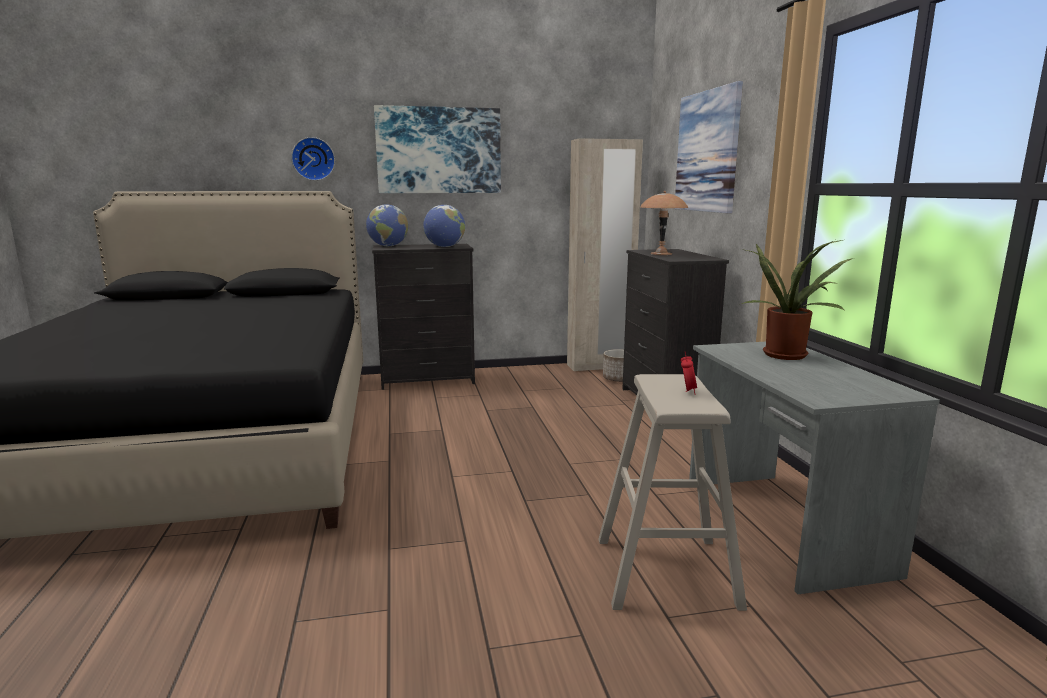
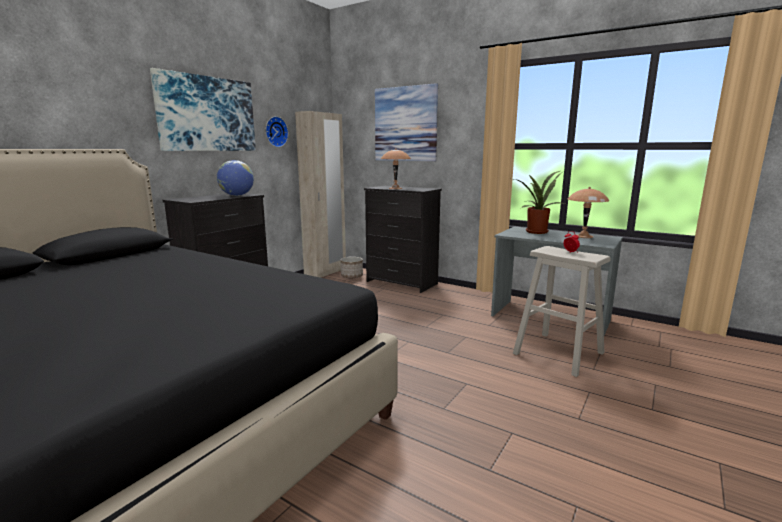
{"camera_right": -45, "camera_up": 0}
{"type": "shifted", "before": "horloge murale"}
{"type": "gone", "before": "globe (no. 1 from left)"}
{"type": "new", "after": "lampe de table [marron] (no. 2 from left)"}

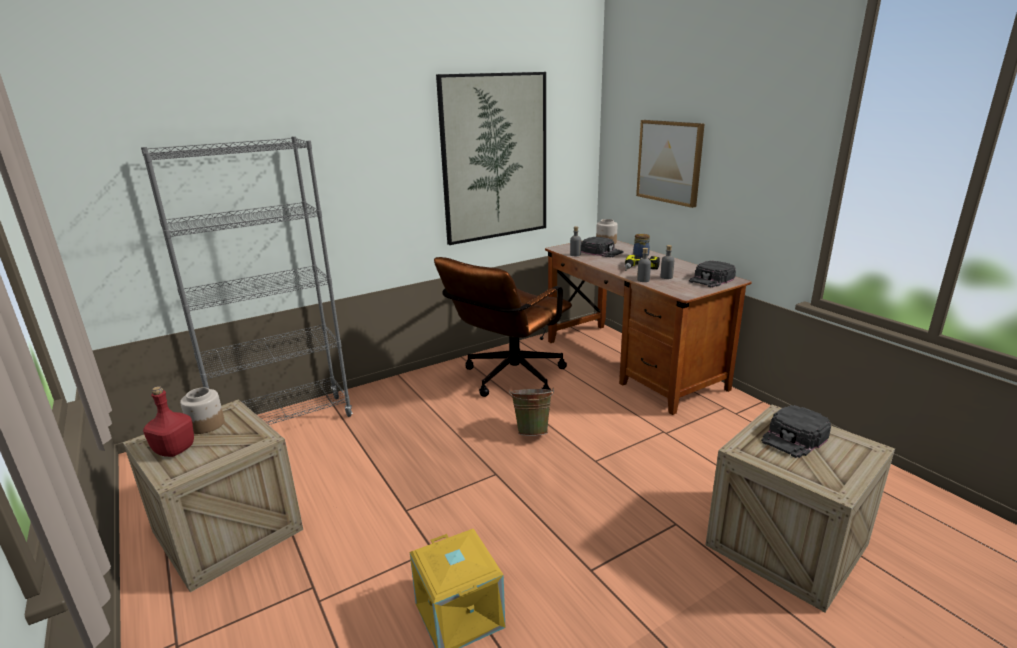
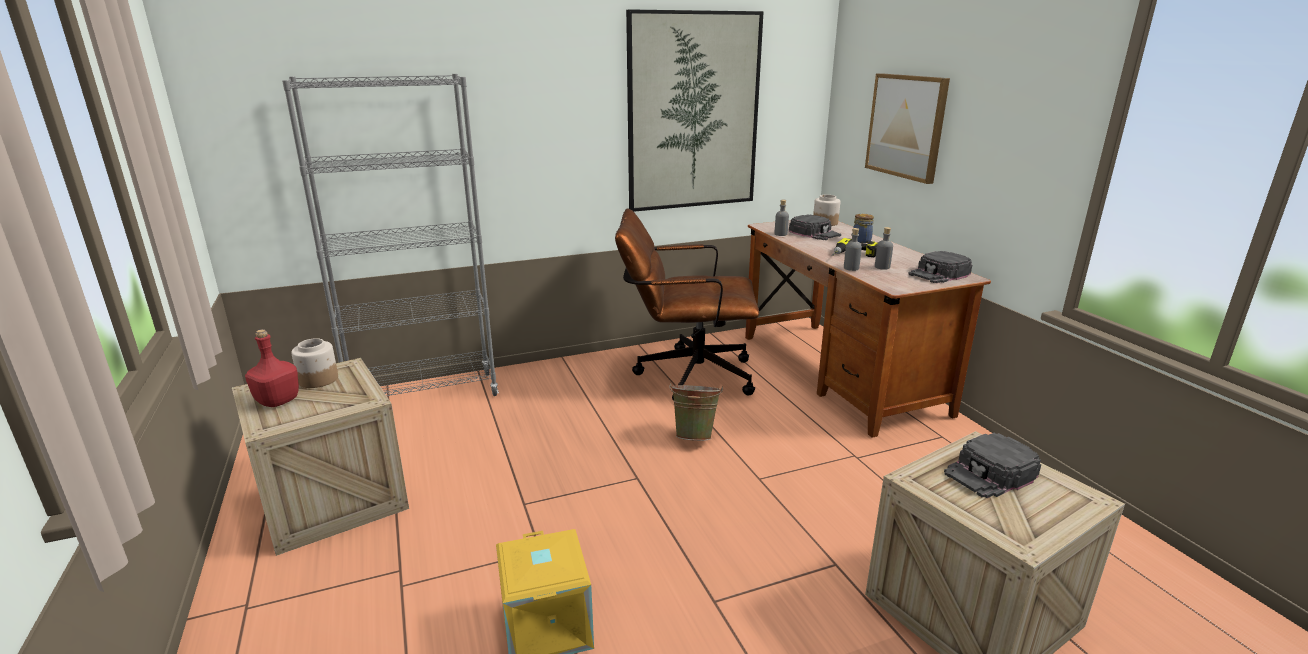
{"camera_right": 10, "camera_up": 0}
{"type": "rotated", "before": "chaise de bureau [marron]", "turn": 45}

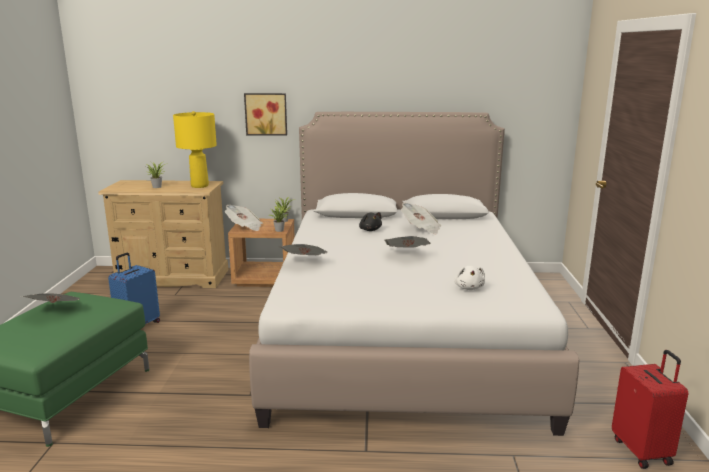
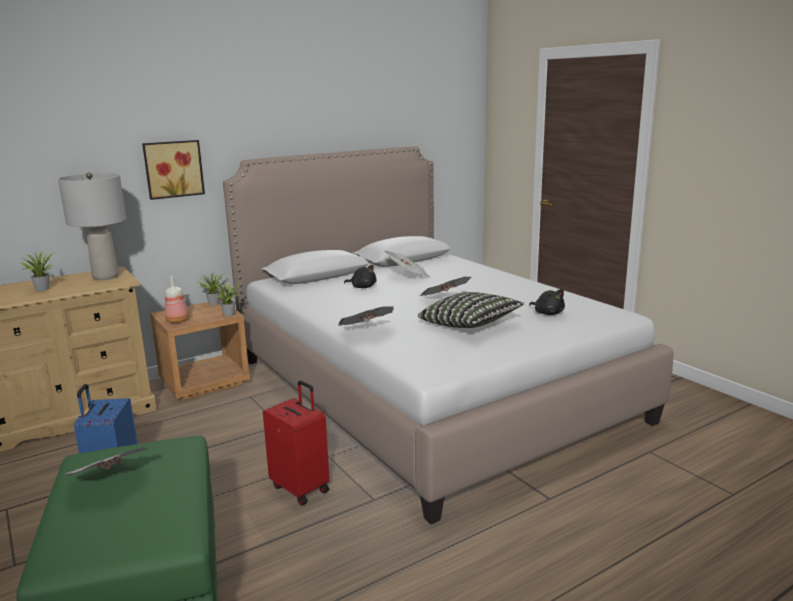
{"camera_right": -35, "camera_up": 0}
{"type": "repainted", "before": "lampe de table [jaune]", "after": "lampe de table [gris]"}
{"type": "swapped", "before": "journal (no. 2 from left)", "after": "bouteille"}
{"type": "repainted", "before": "peluche [blanc]", "after": "peluche [noir] (no. 2 from left)"}
{"type": "shifted", "before": "valise [rouge]"}
{"type": "new", "after": "coussin"}

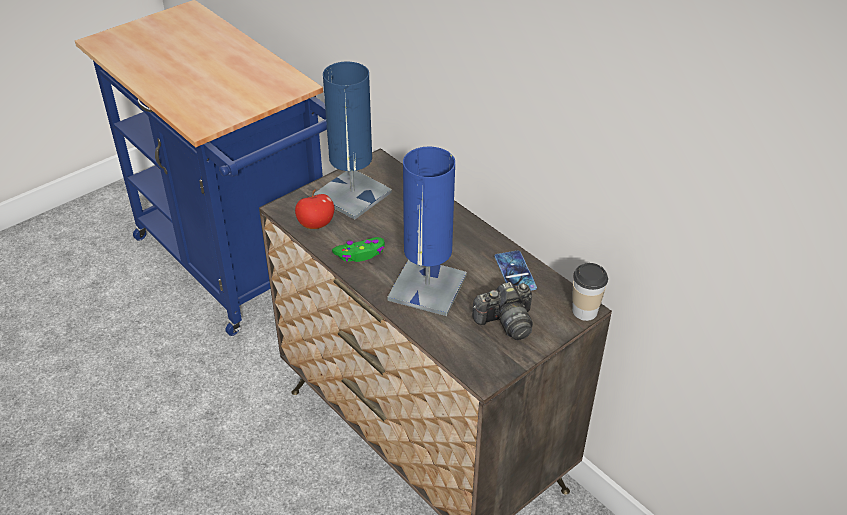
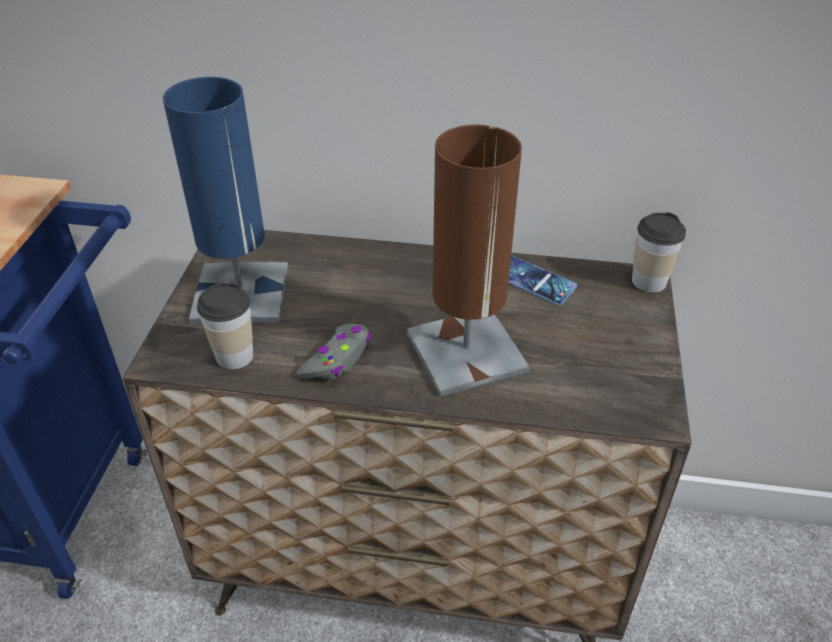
{"camera_right": -40, "camera_up": 0}
{"type": "repainted", "before": "lampe de table [bleu] (no. 2 from left)", "after": "lampe de table [marron]"}
{"type": "swapped", "before": "pomme", "after": "tasse (no. 1 from left)"}
{"type": "repainted", "before": "manette [vert]", "after": "manette [gris]"}
{"type": "gone", "before": "appareil photo"}

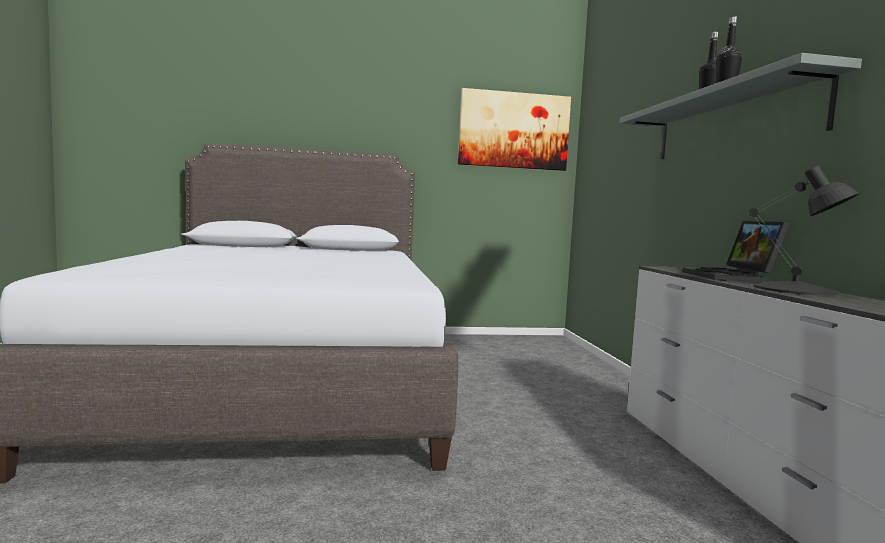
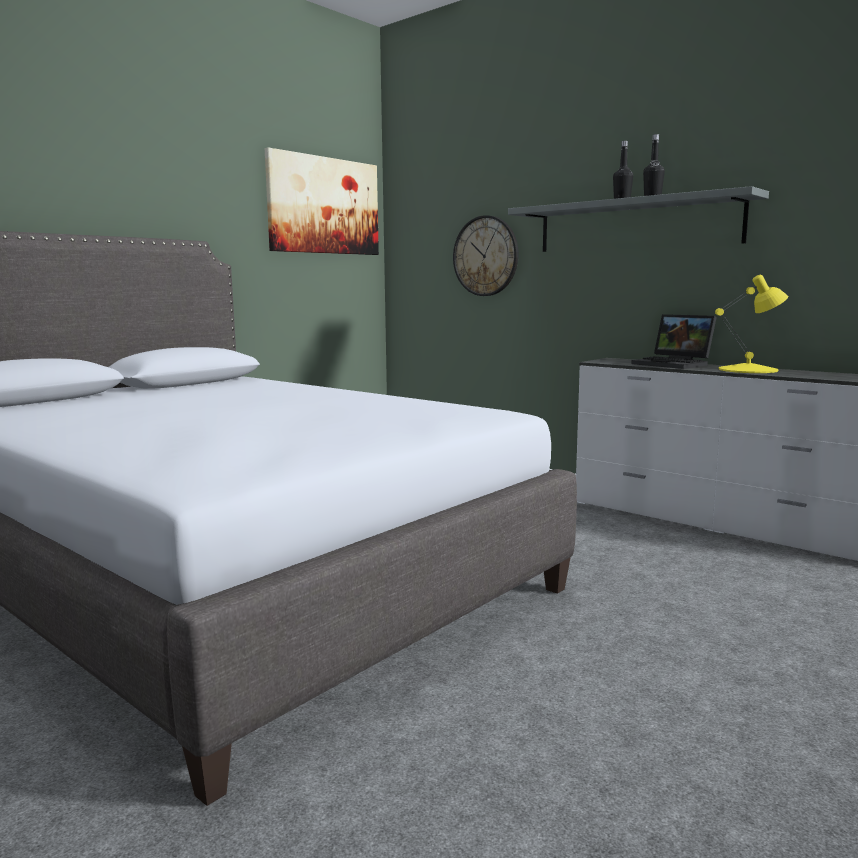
{"camera_right": -40, "camera_up": 5}
{"type": "repainted", "before": "lampe de table [noir]", "after": "lampe de table [jaune]"}
{"type": "new", "after": "horloge murale"}

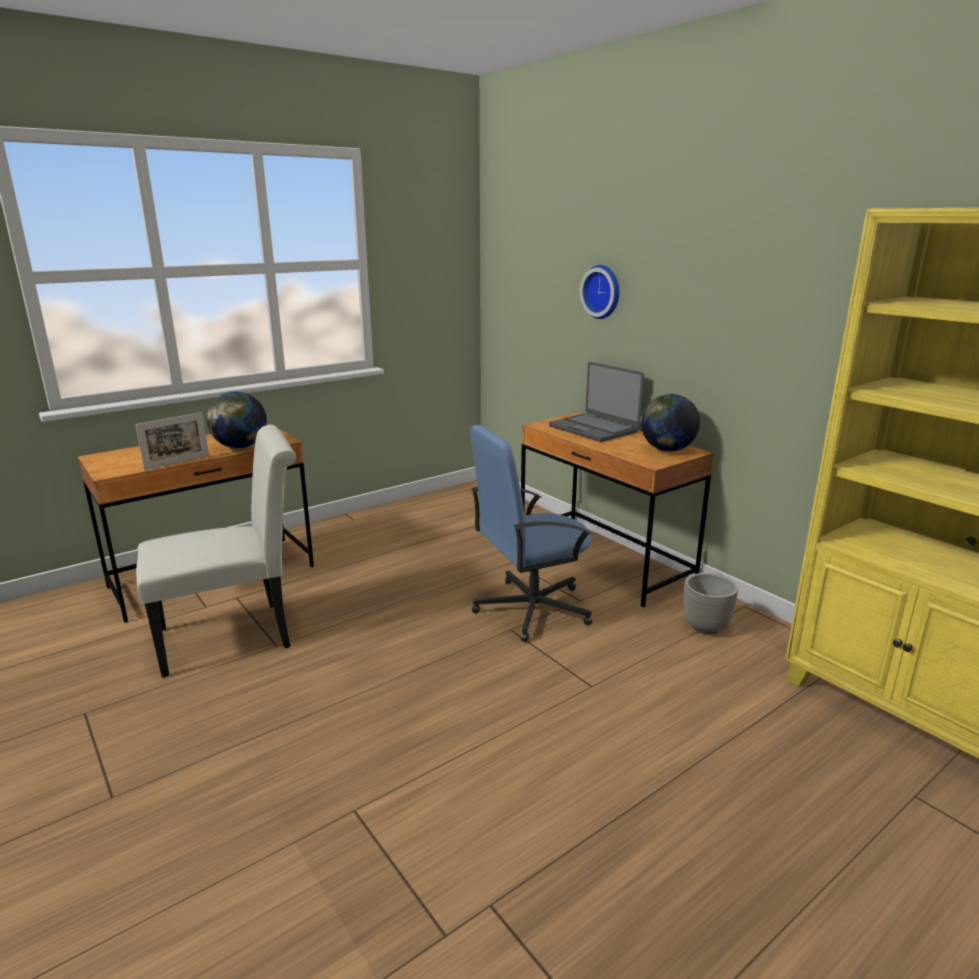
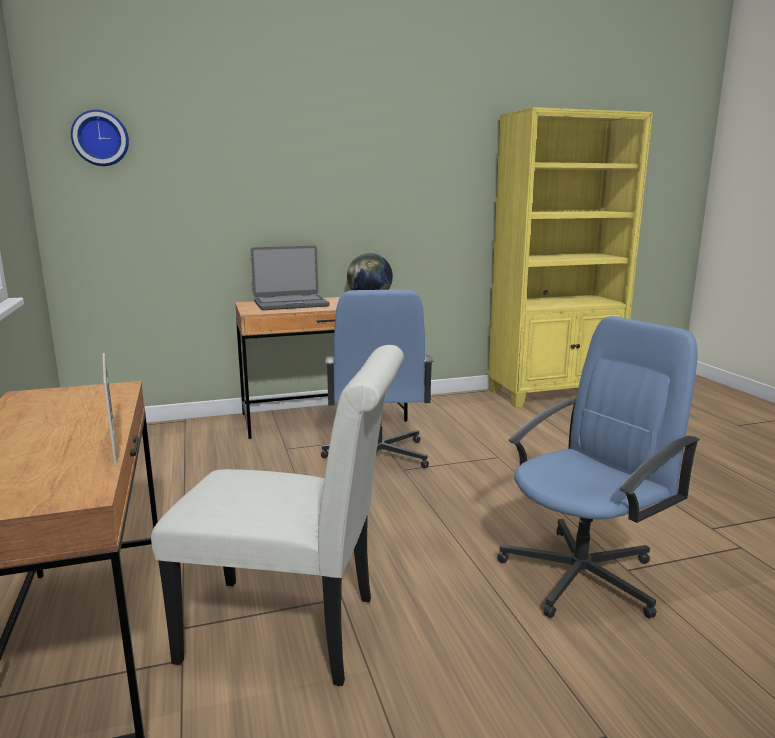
{"camera_right": -70, "camera_up": -5}
{"type": "shifted", "before": "horloge murale"}
{"type": "gone", "before": "globe (no. 1 from left)"}
{"type": "rotated", "before": "chaise [blanc]", "turn": 105}
{"type": "gone", "before": "cache-pot"}
{"type": "new", "after": "chaise de bureau [bleu] (no. 2 from left)"}

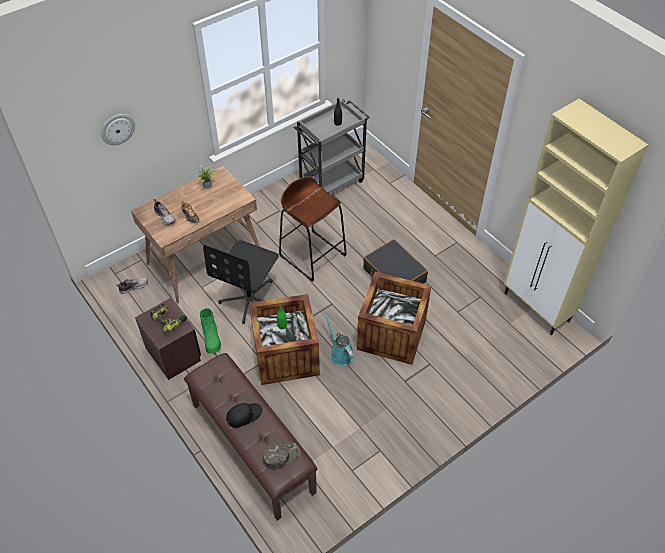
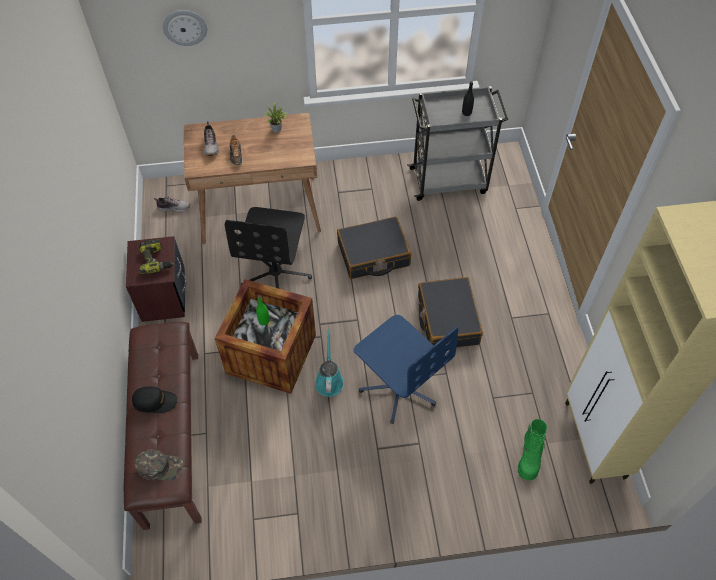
{"camera_right": 30, "camera_up": 5}
{"type": "swapped", "before": "tabouret [marron]", "after": "valise [noir] (no. 1 from left)"}
{"type": "rotated", "before": "chaise de bureau [noir]", "turn": -45}
{"type": "swapped", "before": "caisse (no. 2 from left)", "after": "chaise de bureau [bleu]"}
{"type": "shifted", "before": "botte [vert]"}

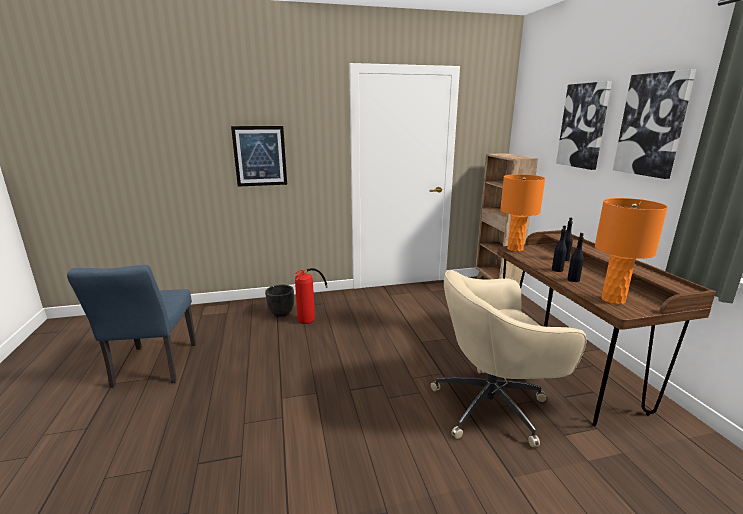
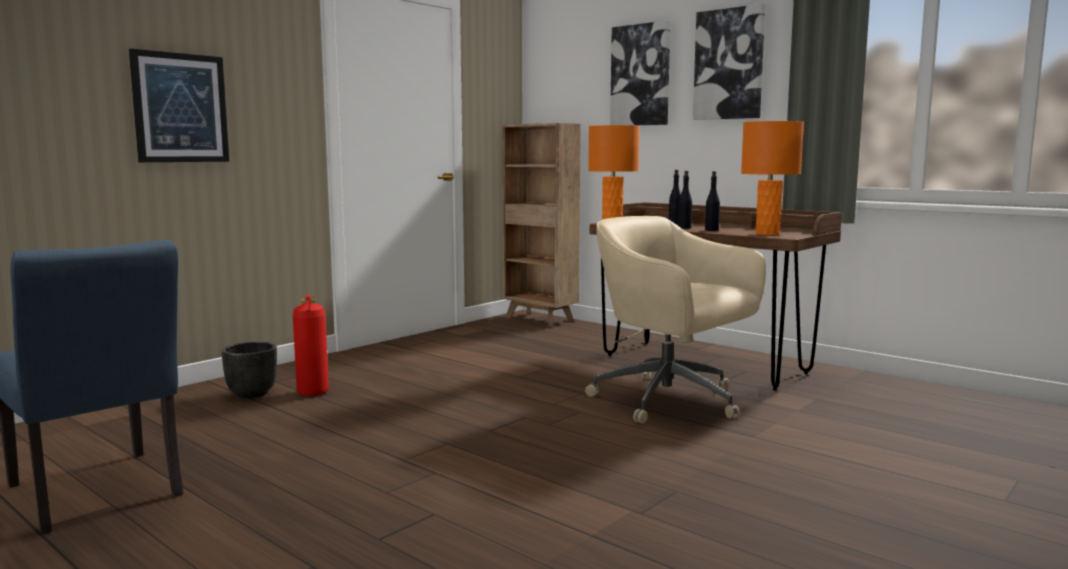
{"camera_right": -35, "camera_up": -10}
{"type": "rotated", "before": "chaise de bureau [beige]", "turn": 90}

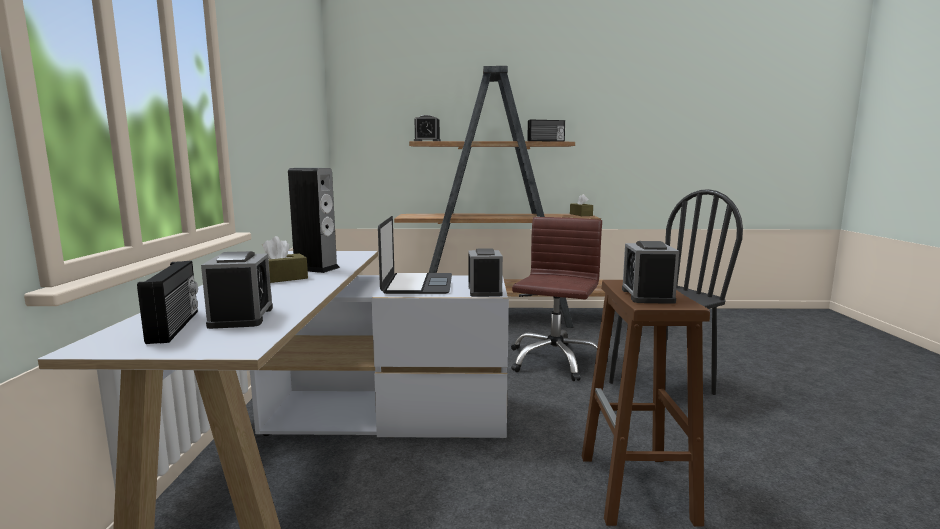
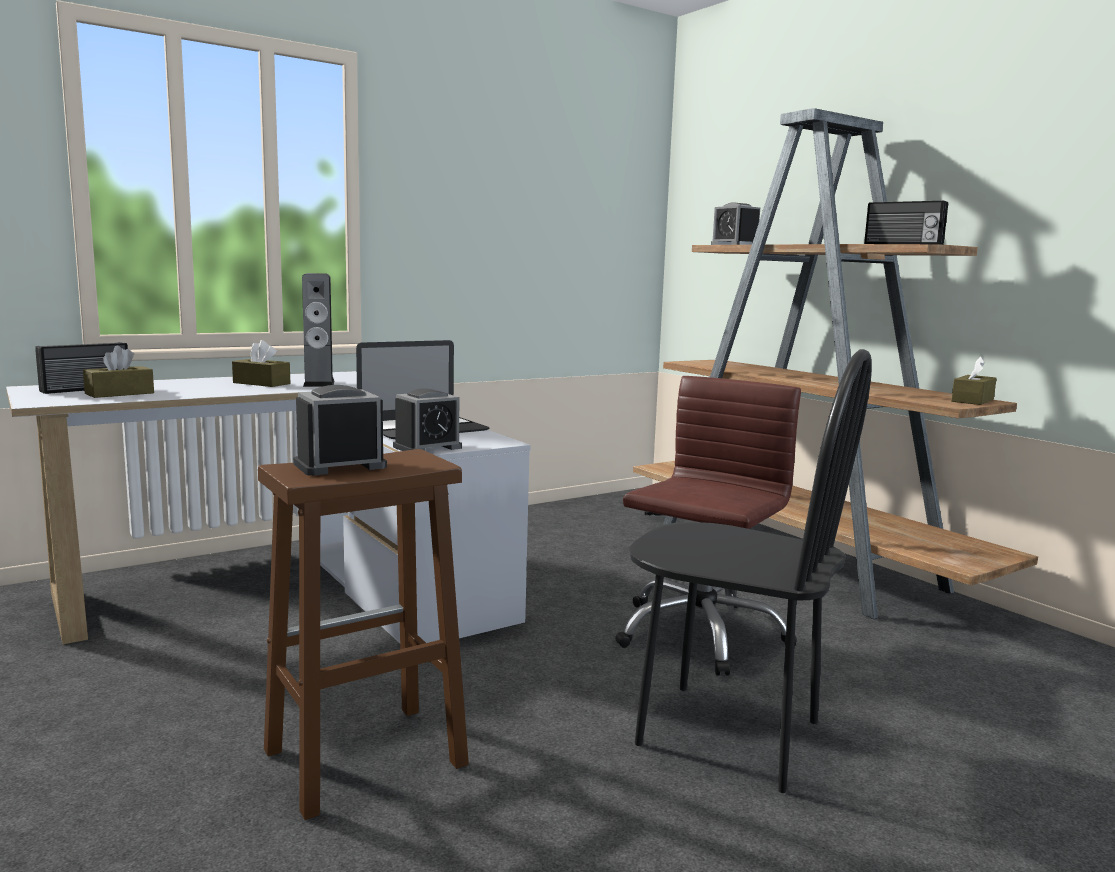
{"camera_right": 55, "camera_up": 0}
{"type": "rotated", "before": "chaise de bureau [marron]", "turn": -45}
{"type": "swapped", "before": "réveil (no. 1 from left)", "after": "boîte à mouchoirs [marron] (no. 1 from left)"}

